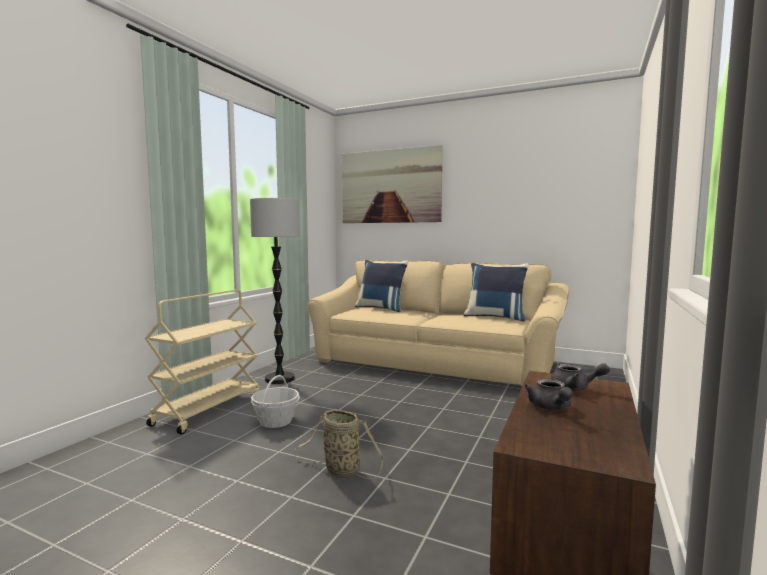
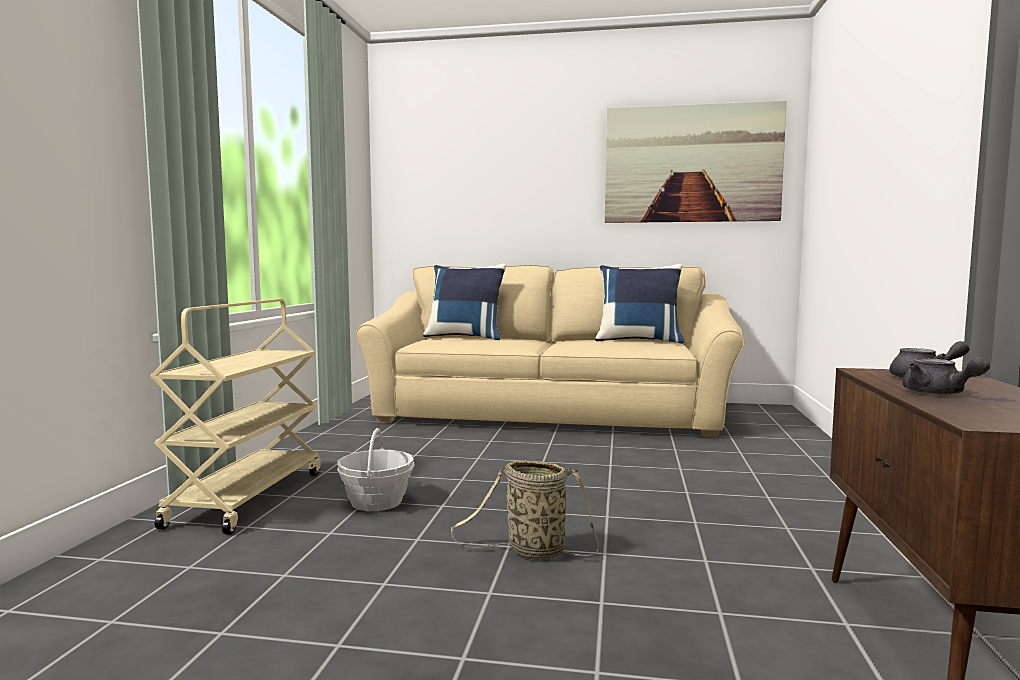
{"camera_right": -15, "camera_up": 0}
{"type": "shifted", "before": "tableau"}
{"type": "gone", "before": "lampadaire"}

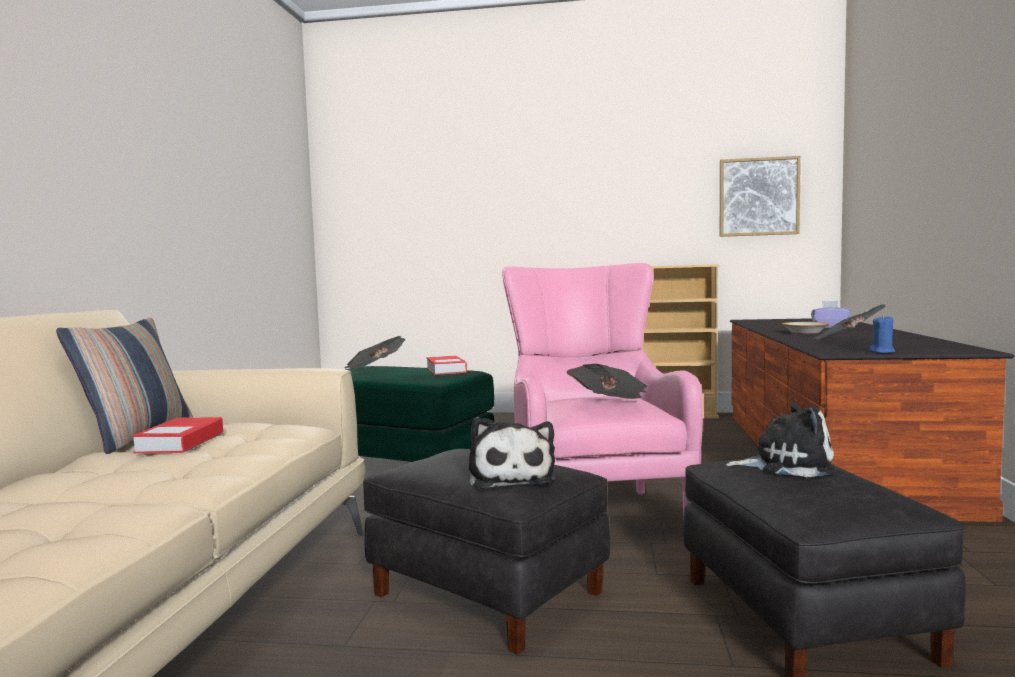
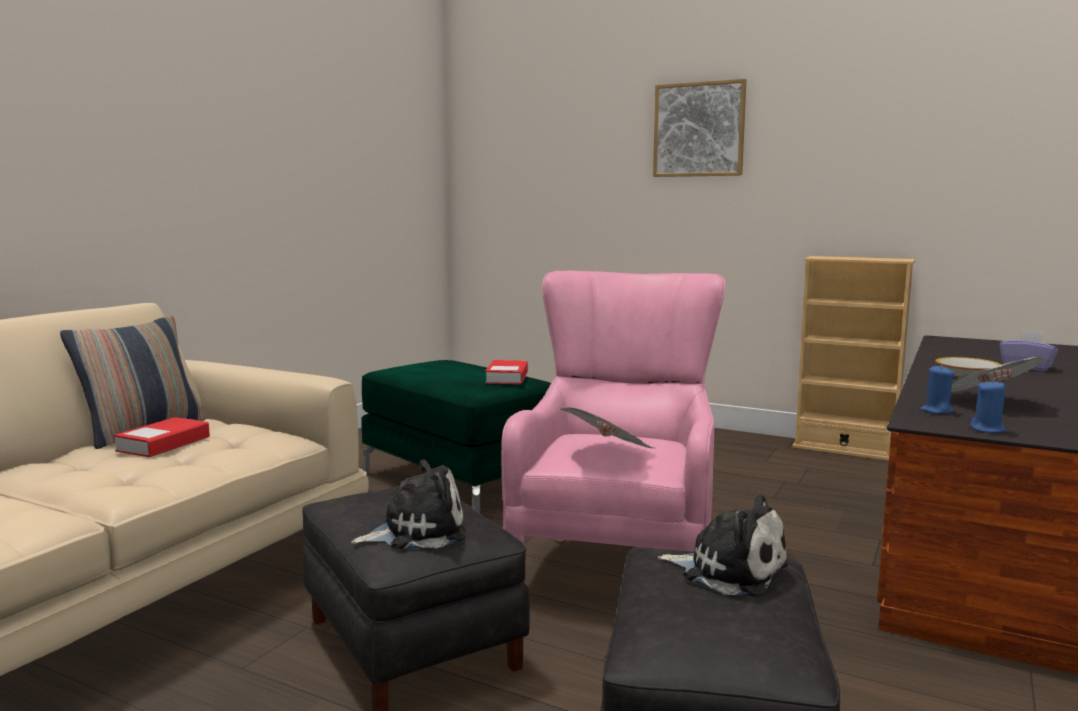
{"camera_right": 20, "camera_up": 5}
{"type": "shifted", "before": "tableau"}
{"type": "gone", "before": "journal (no. 1 from left)"}
{"type": "rotated", "before": "peluche (no. 1 from left)", "turn": -120}
{"type": "new", "after": "bougie [bleu] (no. 1 from left)"}

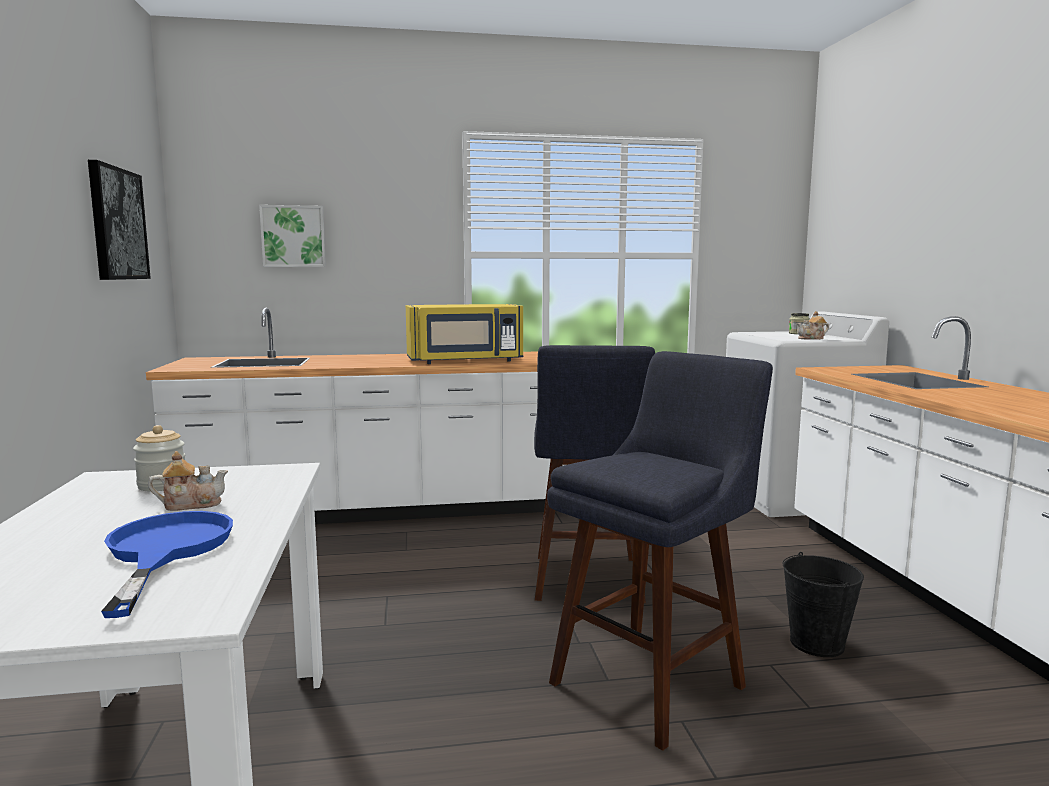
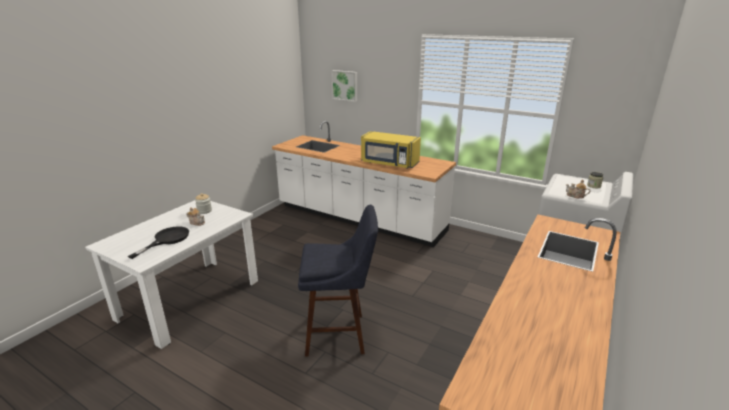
{"camera_right": 40, "camera_up": 15}
{"type": "gone", "before": "tableau (no. 1 from left)"}
{"type": "gone", "before": "tabouret [bleu] (no. 1 from left)"}
{"type": "repainted", "before": "poêle [bleu]", "after": "poêle [noir]"}
{"type": "gone", "before": "seau [noir]"}

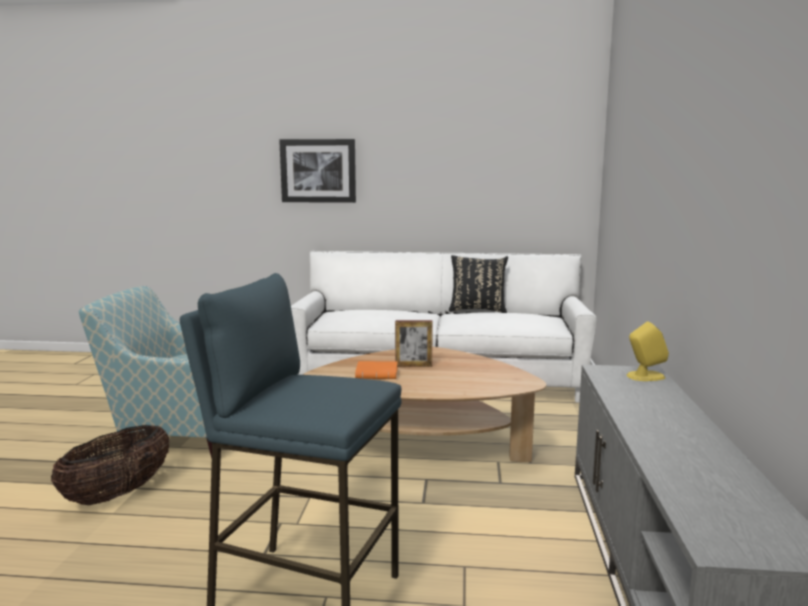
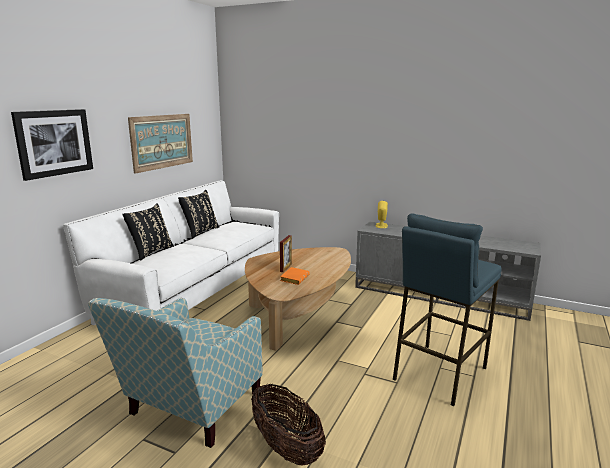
{"camera_right": -70, "camera_up": 5}
{"type": "new", "after": "tableau (no. 2 from left)"}
{"type": "new", "after": "coussin [noir] (no. 1 from left)"}

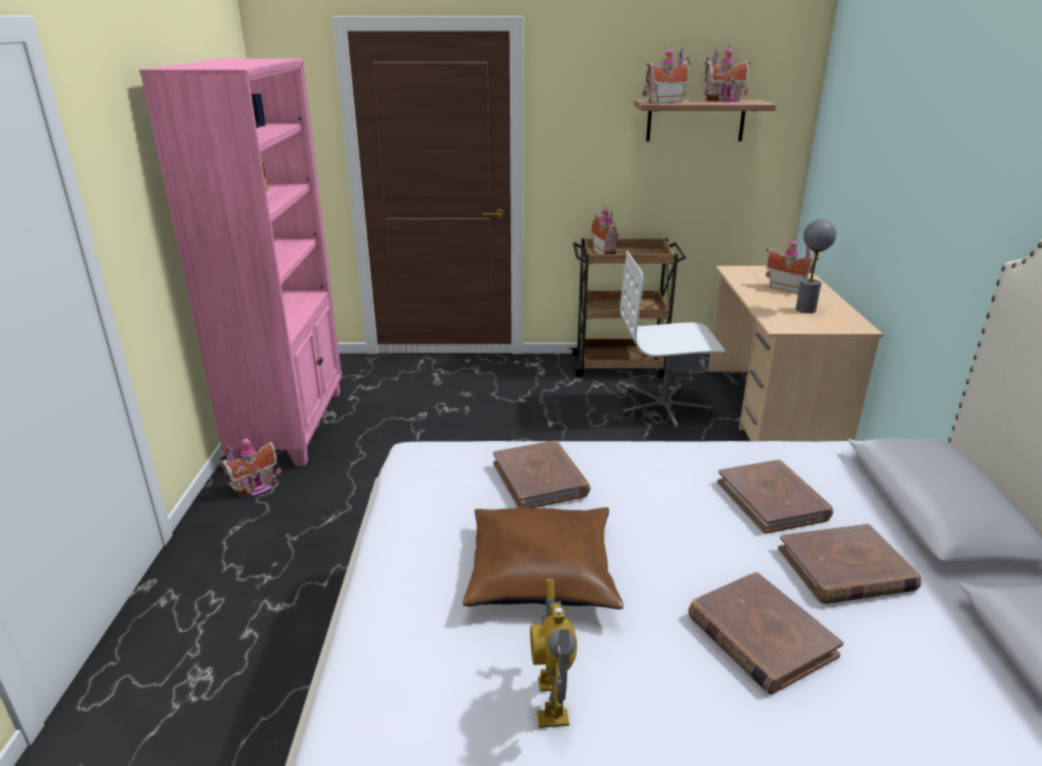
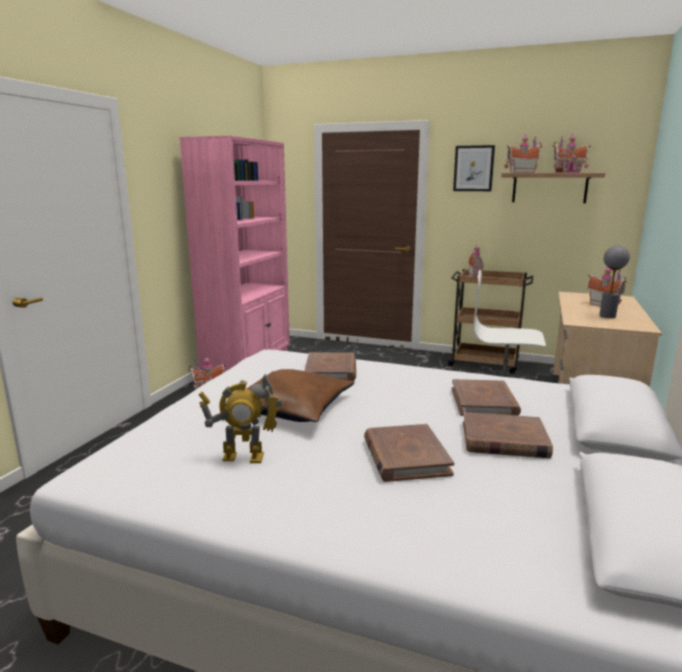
{"camera_right": 20, "camera_up": -10}
{"type": "rotated", "before": "robot jouet", "turn": -105}
{"type": "new", "after": "tableau"}

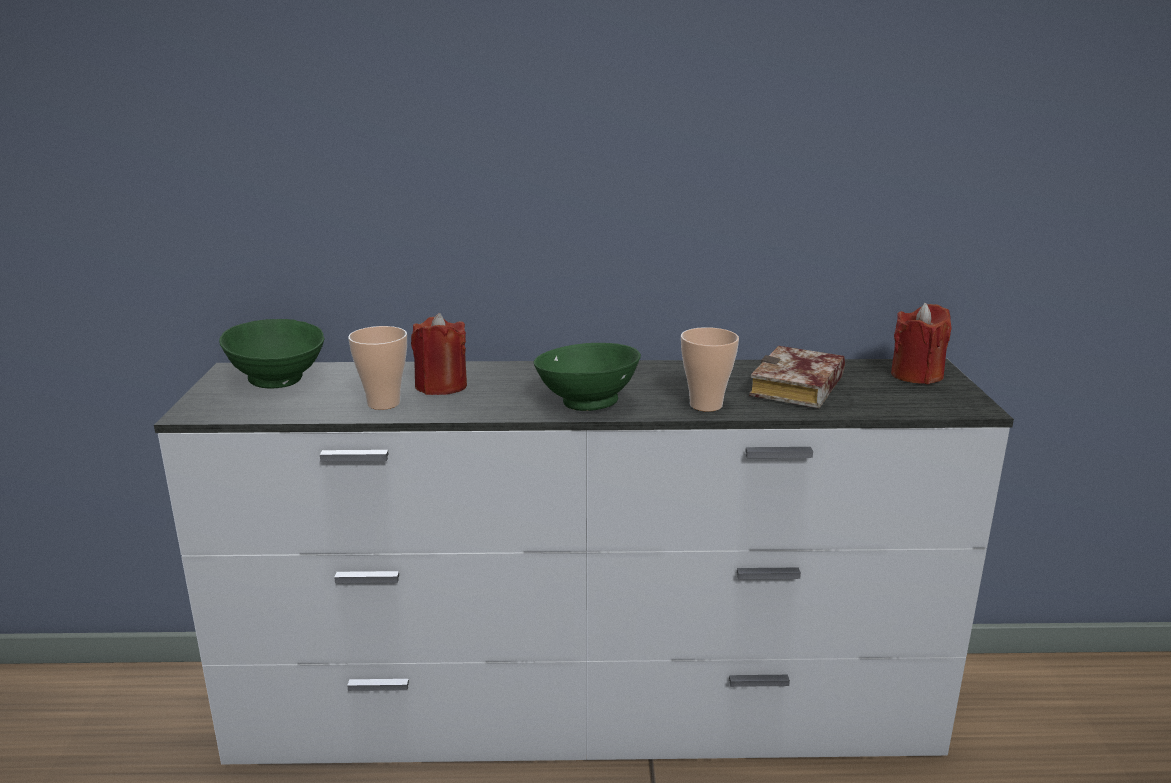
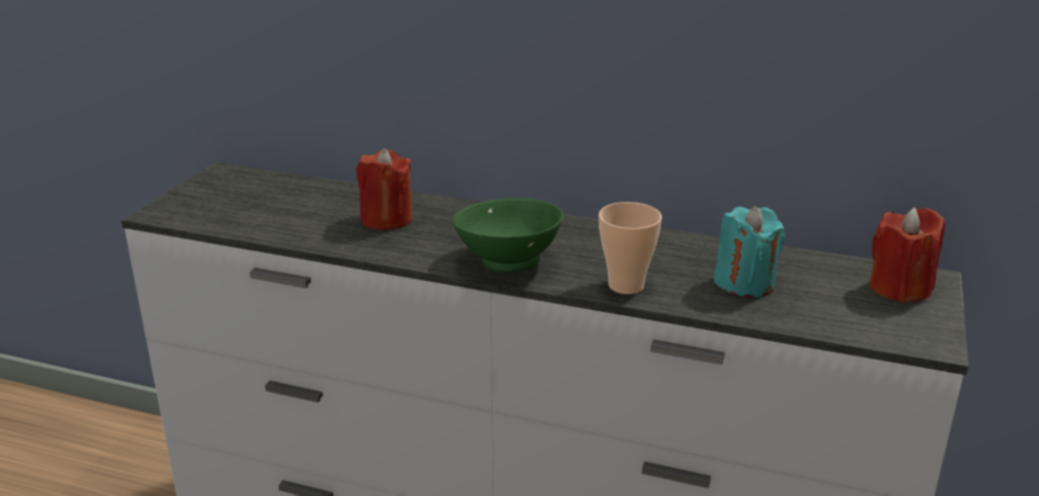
{"camera_right": 20, "camera_up": 5}
{"type": "gone", "before": "bol [vert] (no. 1 from left)"}
{"type": "gone", "before": "tasse (no. 1 from left)"}
{"type": "swapped", "before": "livre", "after": "bougie [turquoise]"}

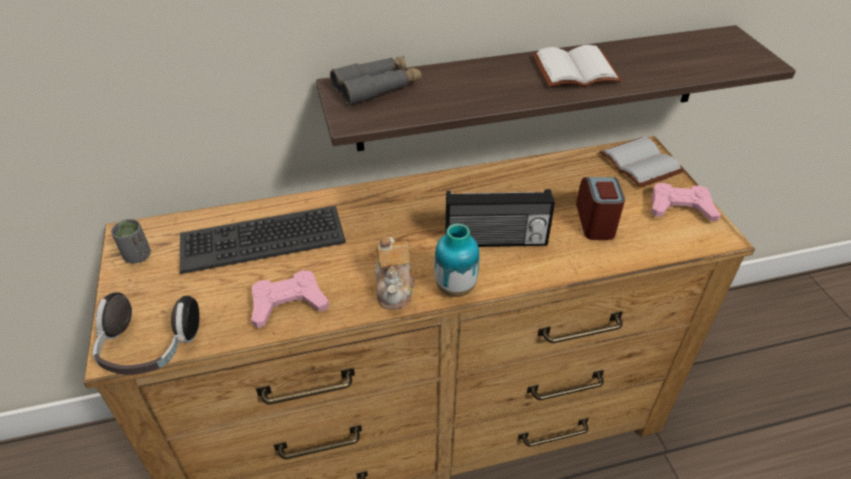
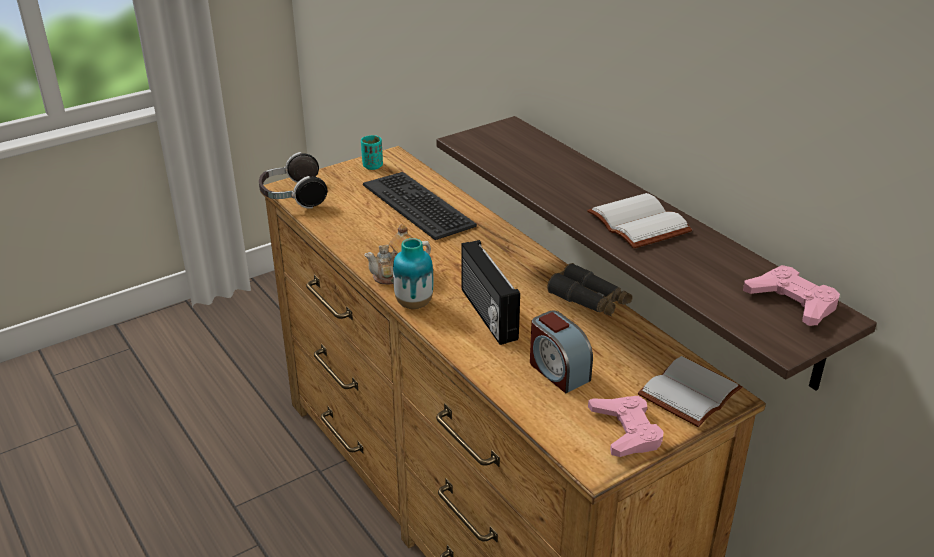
{"camera_right": 70, "camera_up": -10}
{"type": "shifted", "before": "jumelles [gris]"}
{"type": "rotated", "before": "réveil", "turn": 75}
{"type": "repainted", "before": "tasse [gris]", "after": "tasse [turquoise]"}
{"type": "shifted", "before": "manette [rose] (no. 1 from left in the first image)", "after": "manette [rose] (no. 2 from left)"}

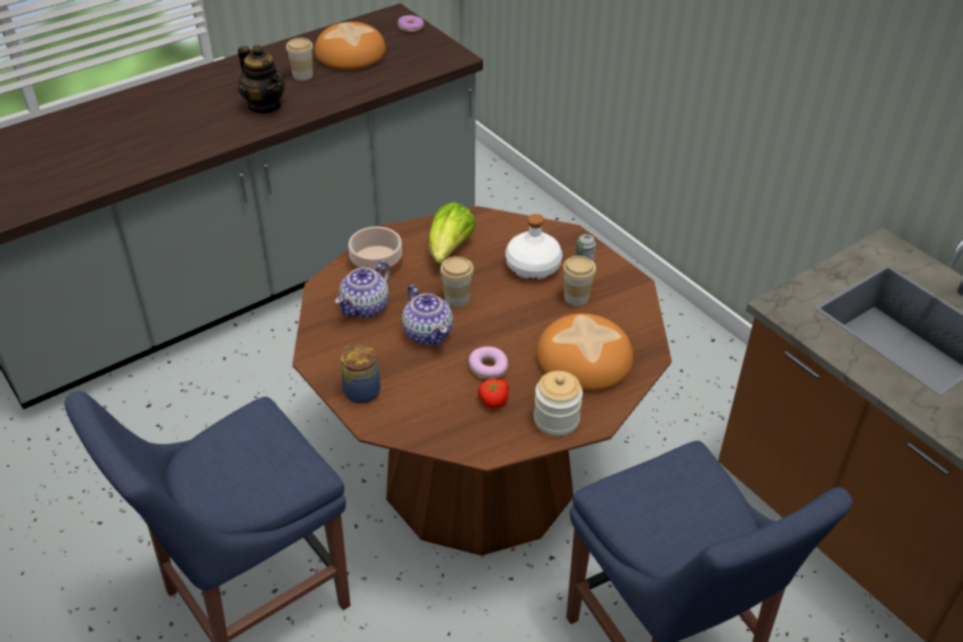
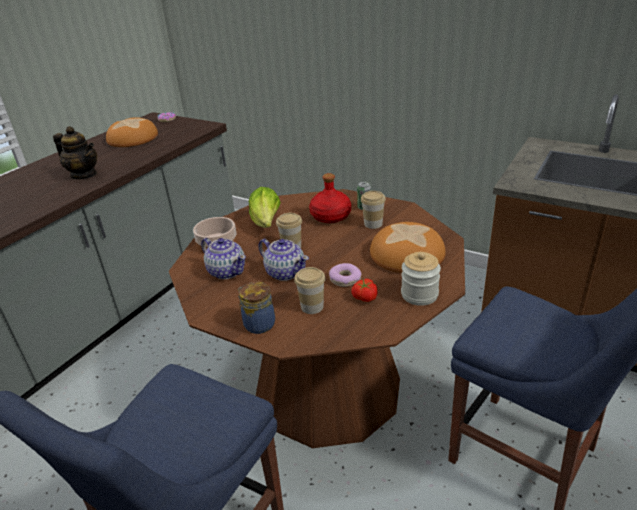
{"camera_right": -20, "camera_up": -10}
{"type": "shifted", "before": "tasse (no. 1 from left in the first image)", "after": "tasse (no. 2 from left)"}
{"type": "repainted", "before": "bouteille [blanc]", "after": "bouteille [rouge]"}
{"type": "rotated", "before": "théière (no. 2 from left)", "turn": -60}

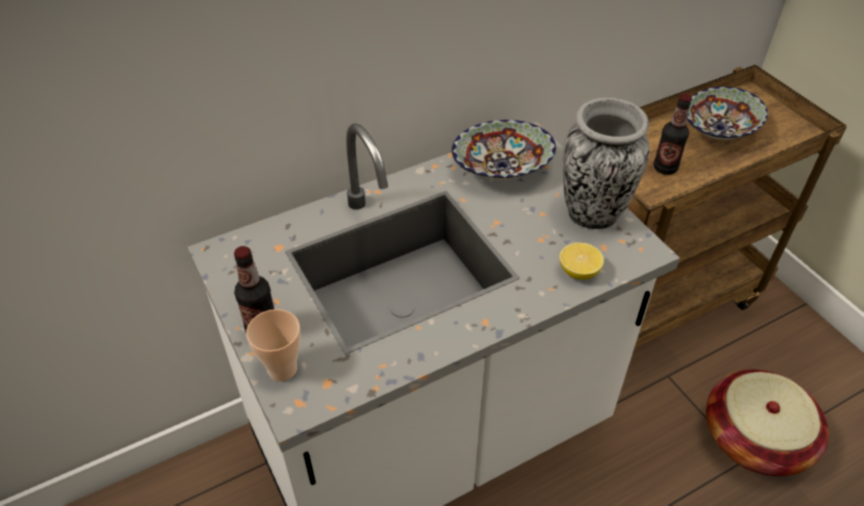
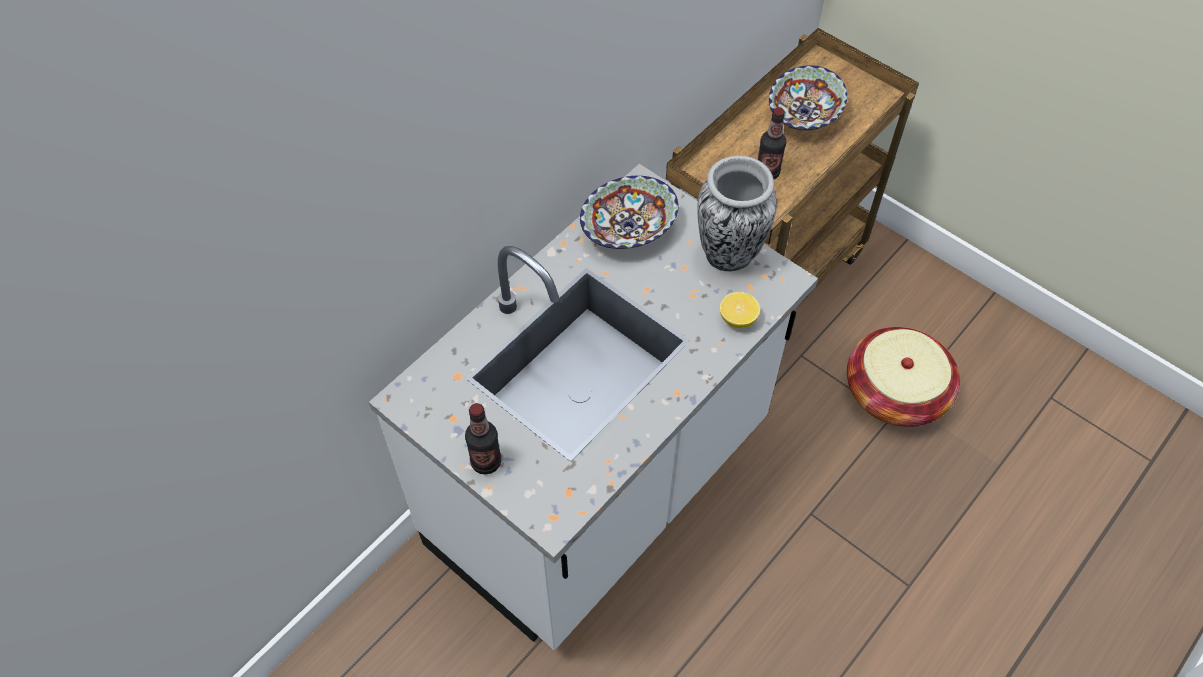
{"camera_right": -20, "camera_up": 10}
{"type": "gone", "before": "tasse"}

